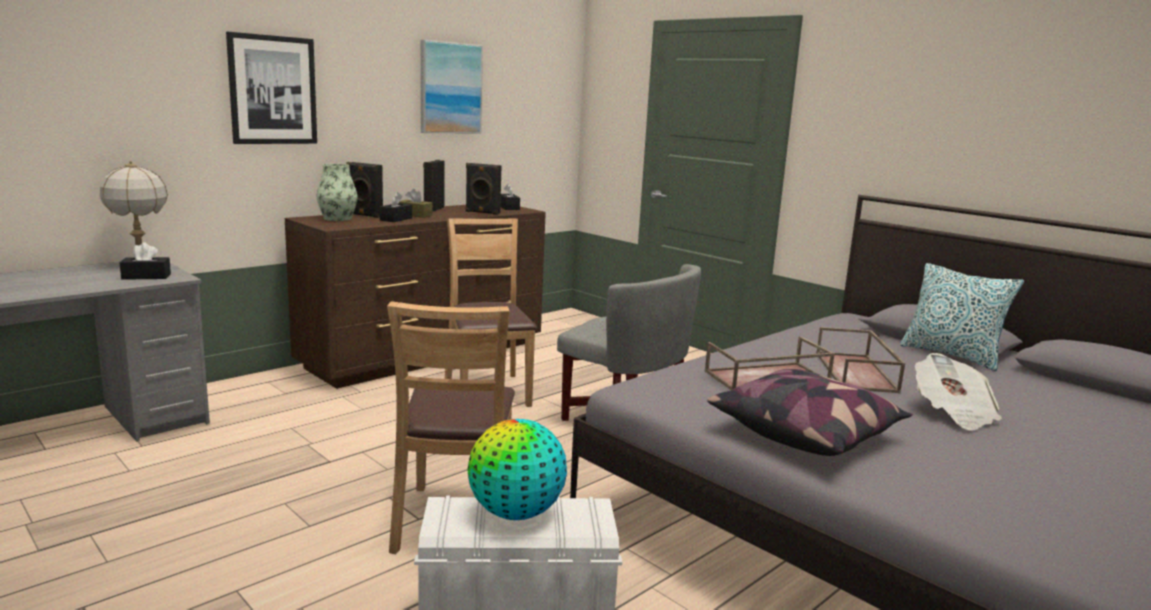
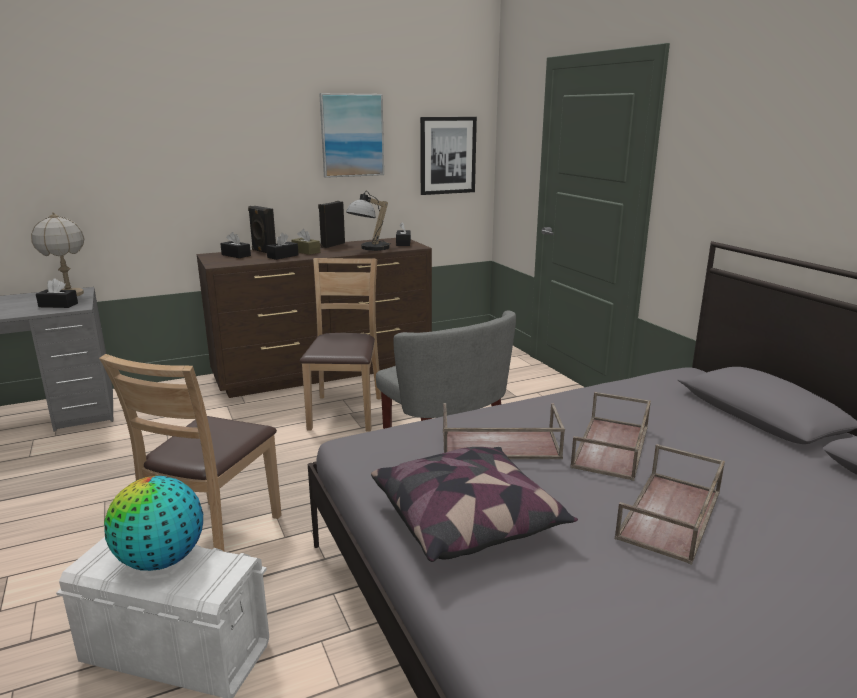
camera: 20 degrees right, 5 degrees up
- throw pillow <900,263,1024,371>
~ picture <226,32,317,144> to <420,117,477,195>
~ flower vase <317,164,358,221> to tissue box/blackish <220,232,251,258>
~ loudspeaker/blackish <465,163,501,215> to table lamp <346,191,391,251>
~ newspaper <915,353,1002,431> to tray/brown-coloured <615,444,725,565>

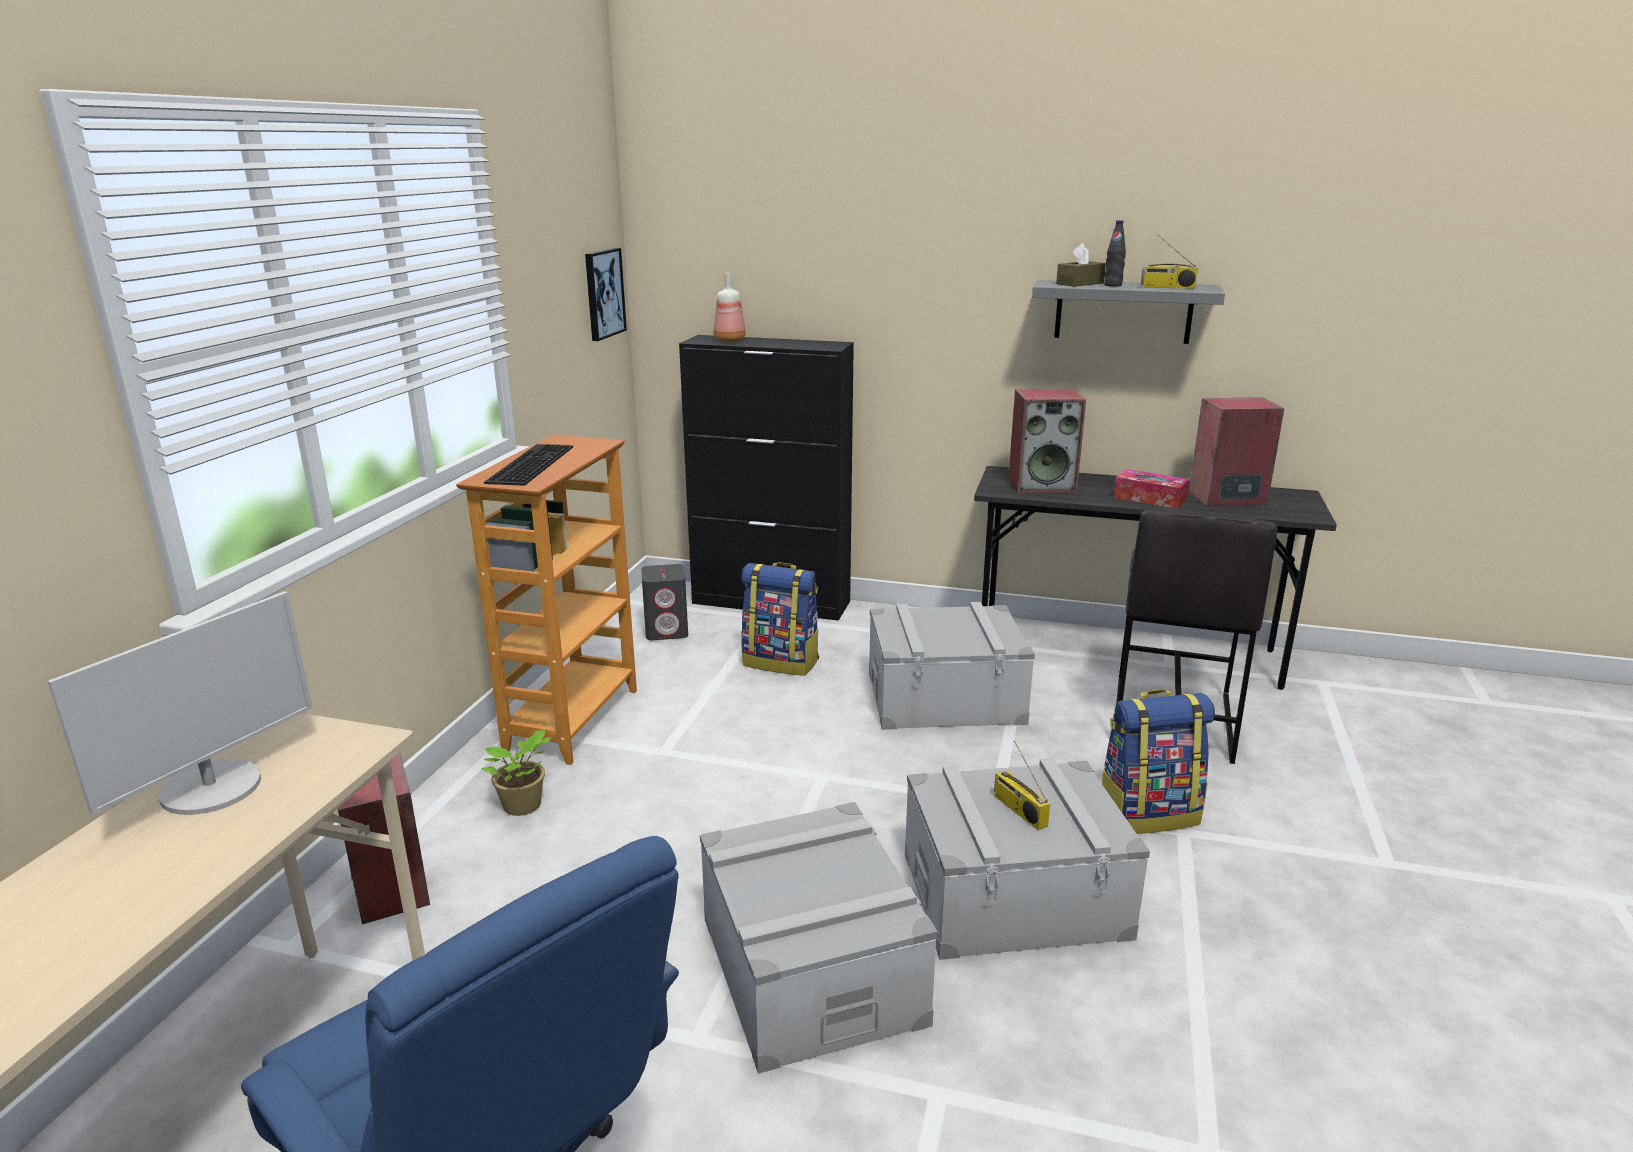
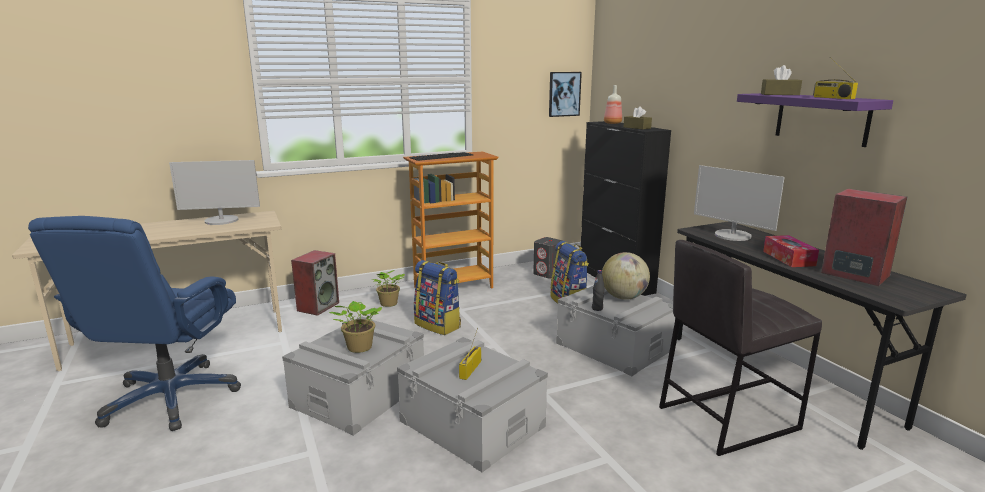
camera: 50 degrees right, 5 degrees down
+ houseplant <329,301,382,353>
+ desk globe <602,252,650,300>
+ tissue box/brown-coloured <624,106,652,129>
~ knapsack <1102,690,1215,834> to <414,260,461,335>
~ drink bottle/blackish <1104,220,1126,287> to <592,270,605,311>
~ loudspeaker <1008,389,1086,494> to monitor <694,165,785,241>
~ wall shelf/greyish <1032,279,1225,344> to wall shelf/purple-coloured <737,93,893,147>

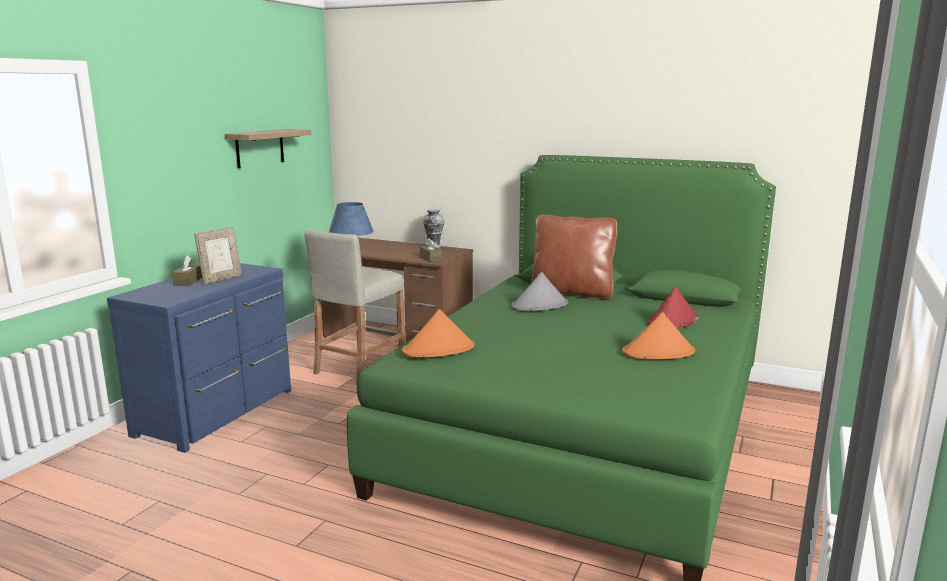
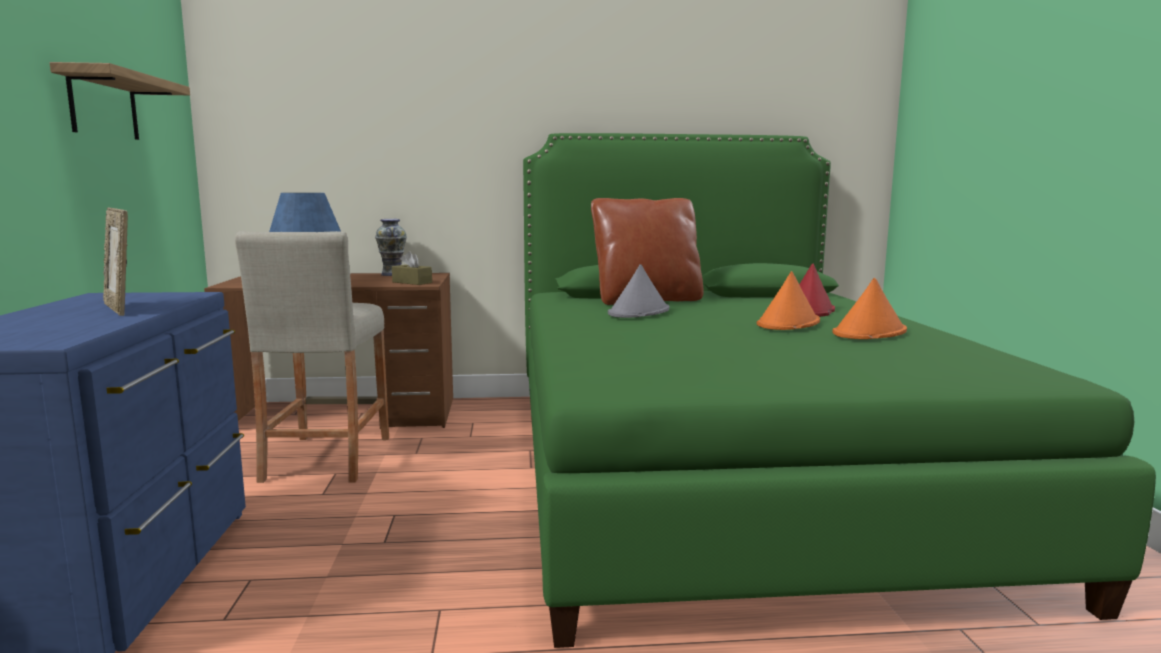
camera: 30 degrees left, 5 degrees down
- tissue box/brown-coloured <172,256,202,286>
~ hat/orange-coloured <402,309,475,357> to <757,271,820,330>
~ standing frame <194,227,242,284> = <103,207,128,316> 135 degrees clockwise

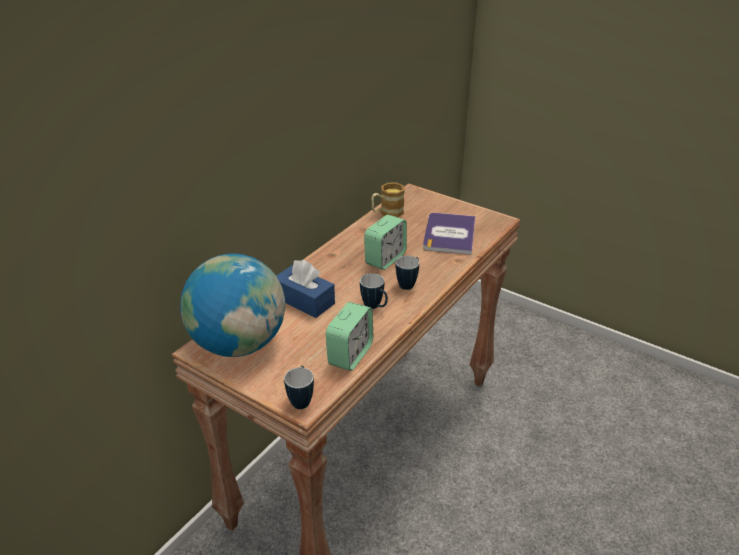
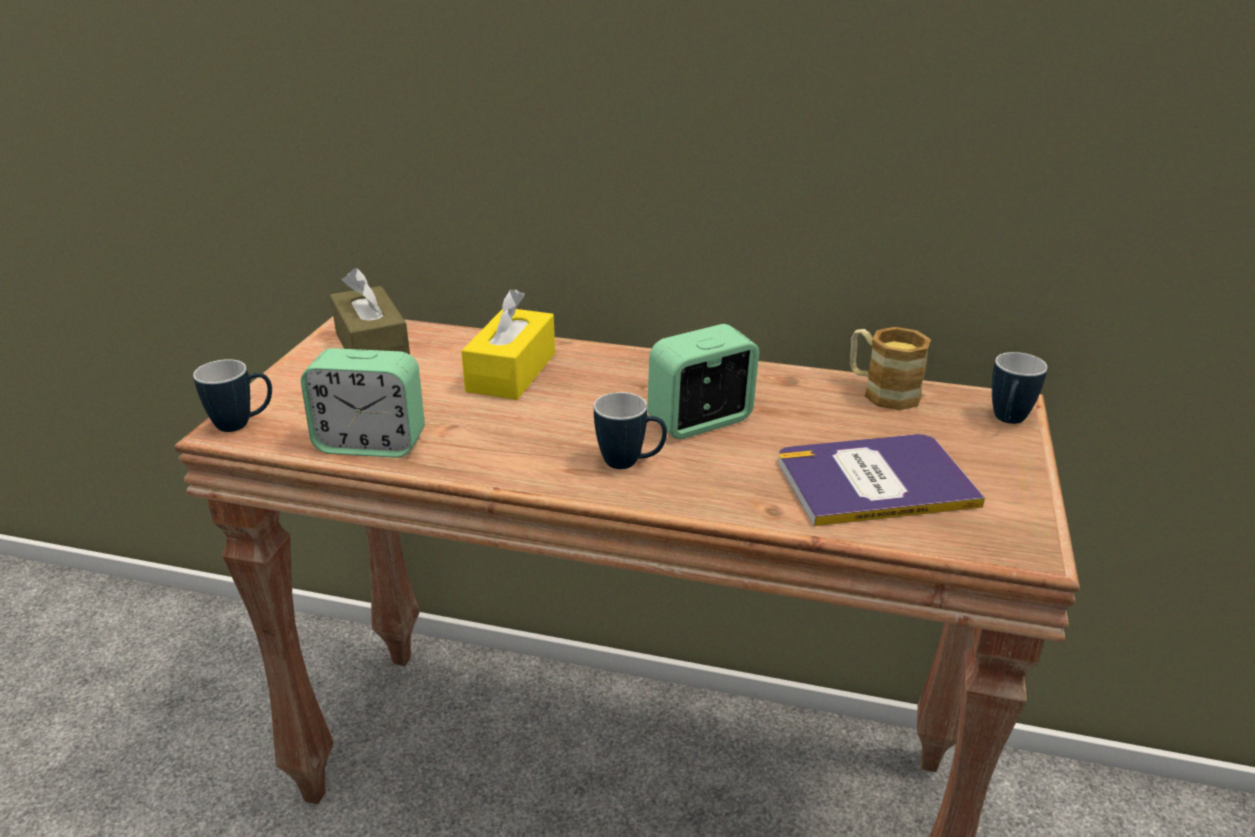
camera: 70 degrees right, 5 degrees down
~ coffee mug <360,273,388,309> to <992,352,1048,424>
~ desk globe <180,254,285,357> to tissue box/brown-coloured <330,268,410,354>
~ tissue box/blue <277,260,335,318> to tissue box/yellow <461,289,555,400>
~ table clock <364,215,407,270> = <647,324,759,439> 135 degrees clockwise

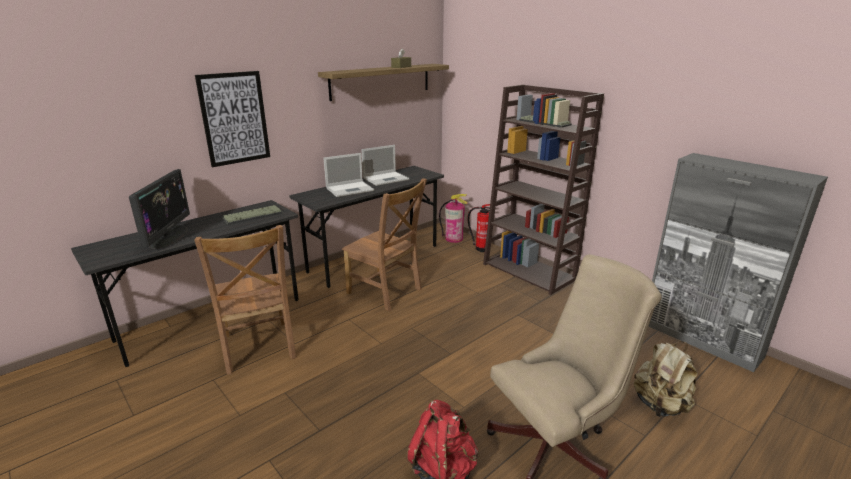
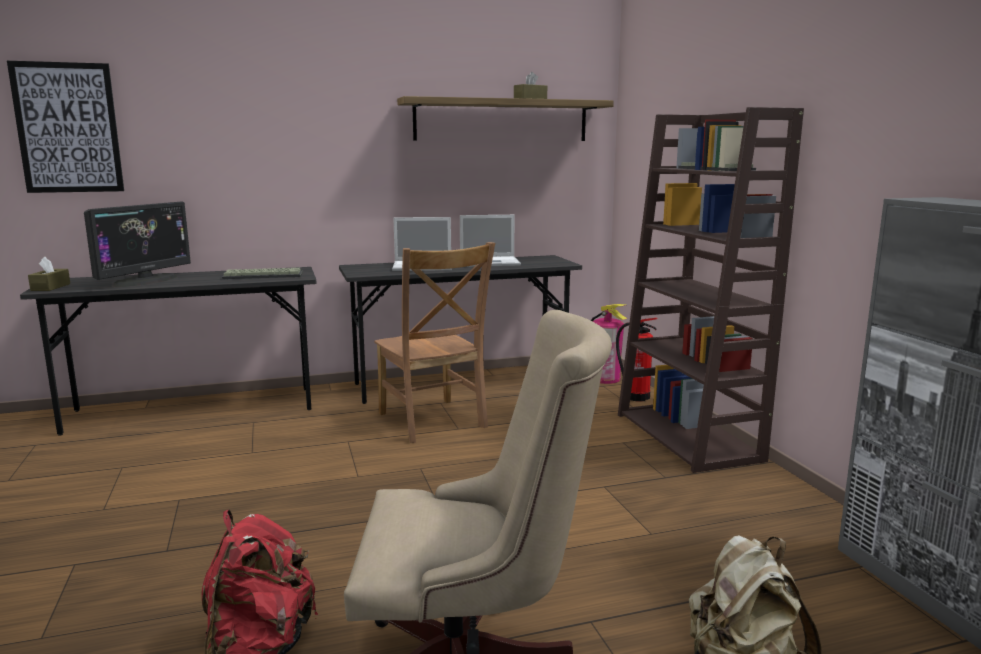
camera: 25 degrees right, 10 degrees down
- plain chair/brown-coloured <194,225,296,375>
+ tissue box/brown-coloured <28,257,70,291>
~ picture <195,71,270,167> to <7,61,124,193>

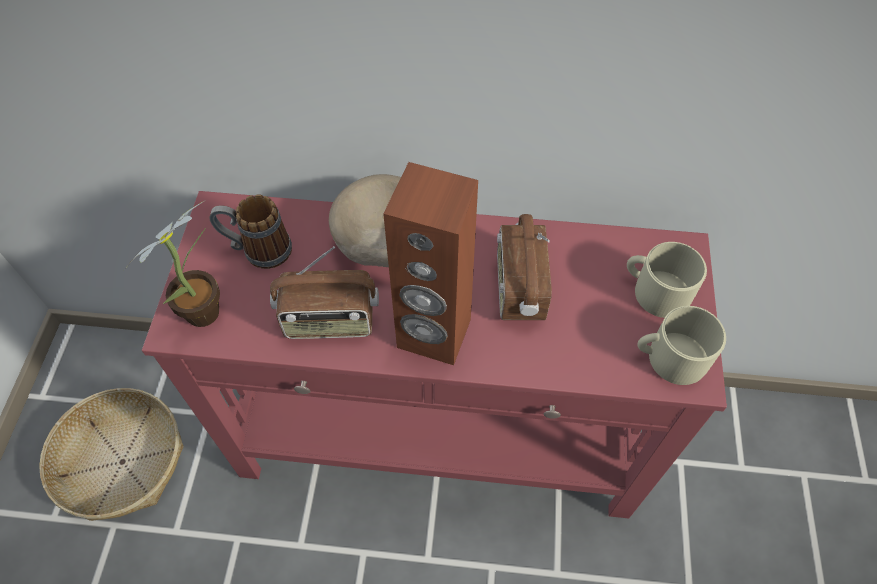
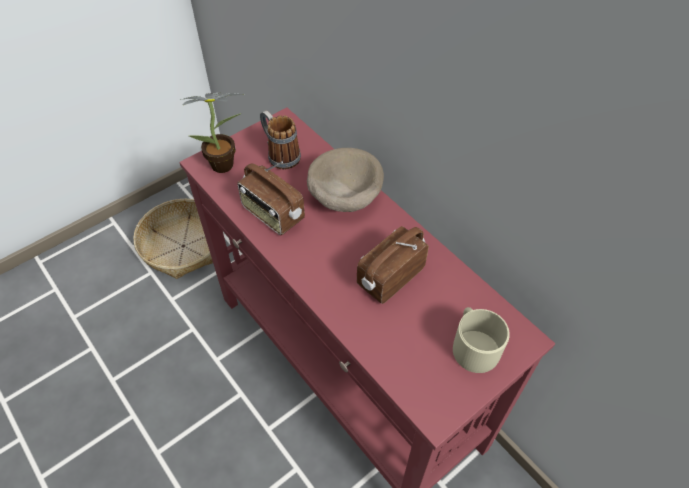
camera: 45 degrees right, 5 degrees down
- loudspeaker/brown-coloured <383,162,478,365>
- coffee mug/beige-coloured <637,306,726,385>

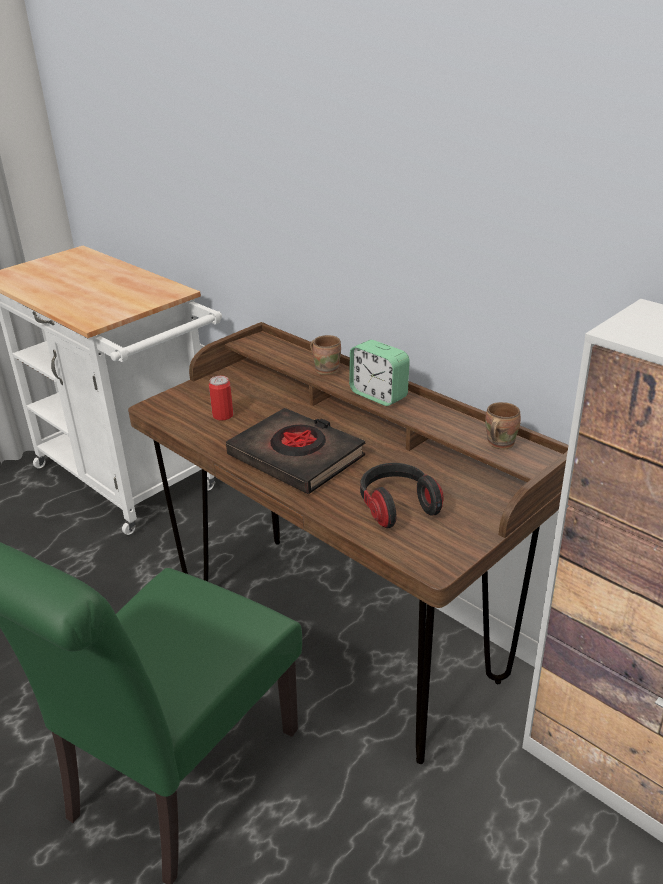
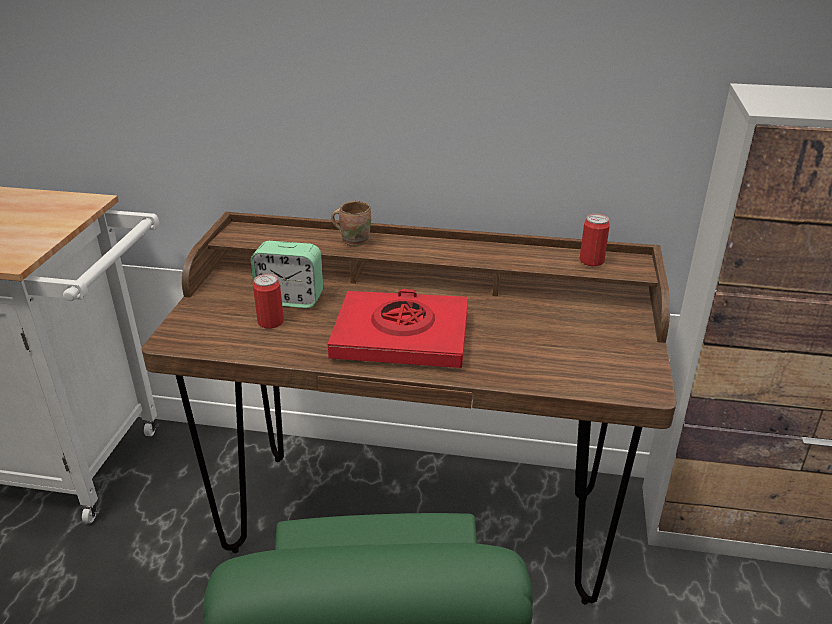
camera: 35 degrees left, 0 degrees up
- pair of headphones <360,463,444,528>
~ table clock <349,340,410,406> to <251,241,323,308>
~ coffee mug/brown-coloured <485,402,521,449> to metal can <579,214,610,266>
~ book/blackish <226,408,365,494> to book/red-coloured <328,289,468,368>

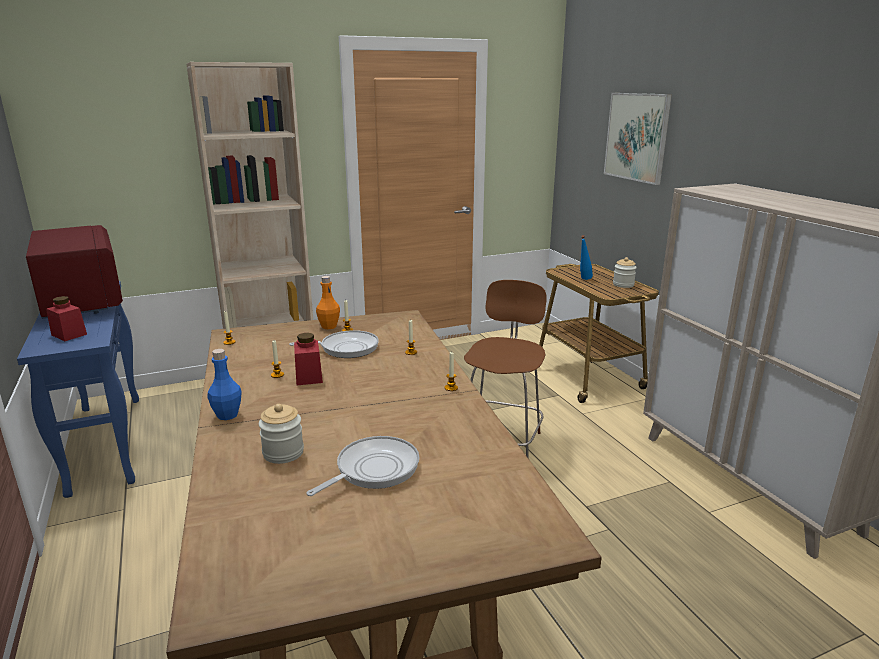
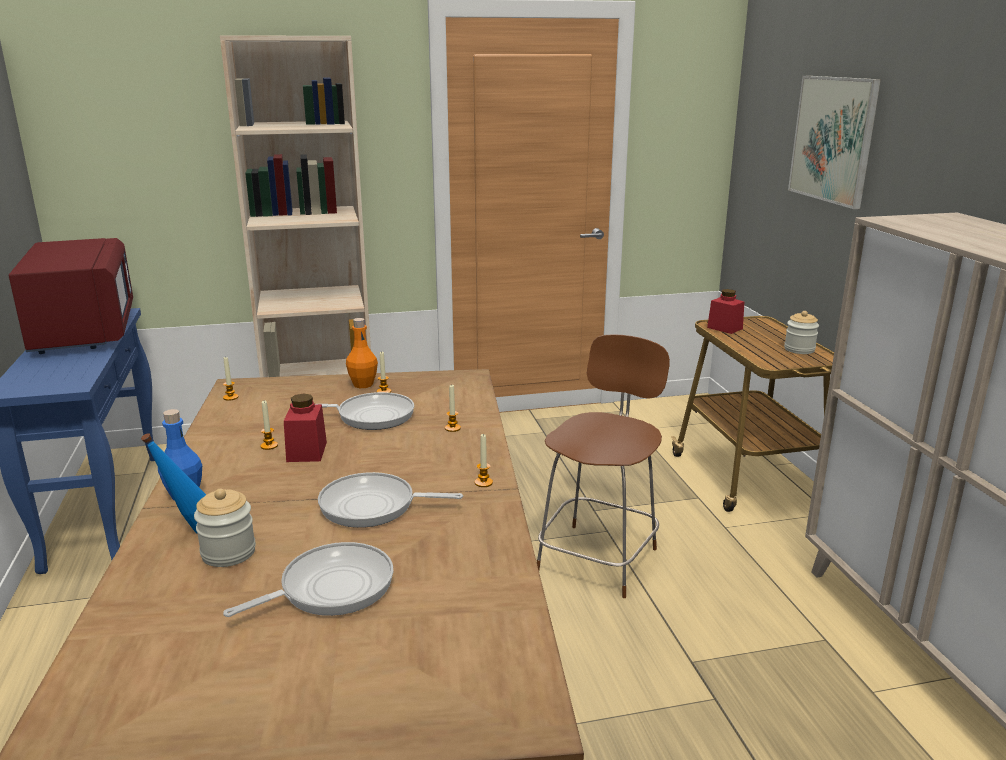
camera: 10 degrees right, 0 degrees up
+ skillet <318,472,463,528>
~ storage jar/red-coloured <46,296,87,341> to <707,289,744,334>
~ drink bottle/blue <580,235,593,280> to <141,433,206,534>

